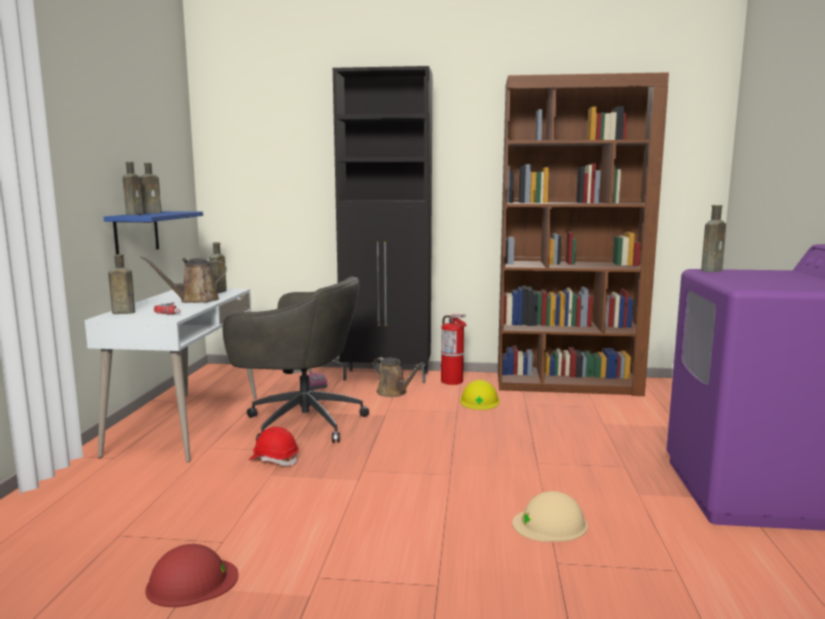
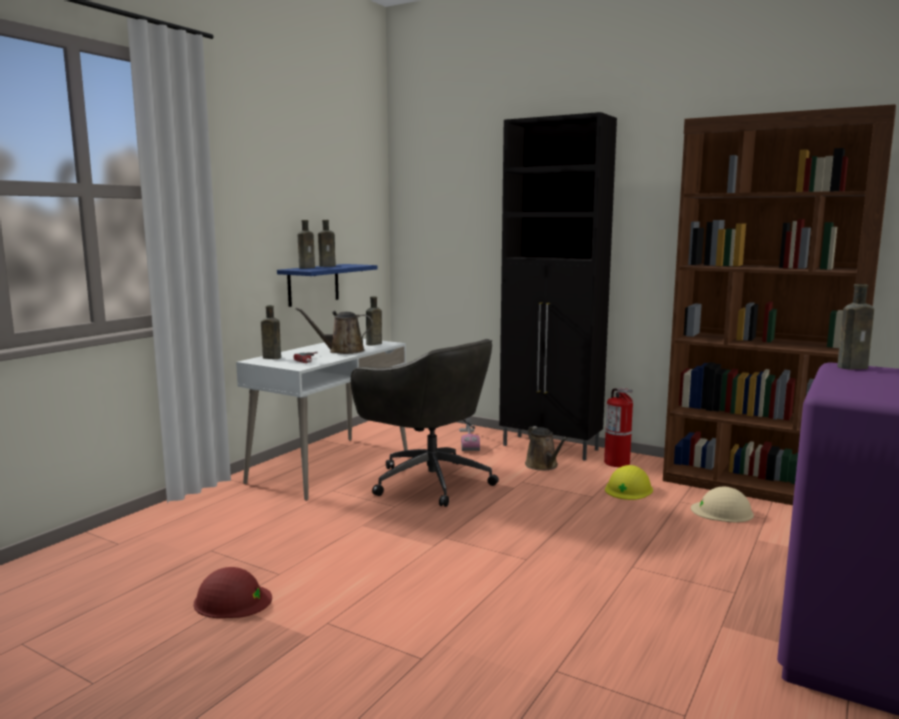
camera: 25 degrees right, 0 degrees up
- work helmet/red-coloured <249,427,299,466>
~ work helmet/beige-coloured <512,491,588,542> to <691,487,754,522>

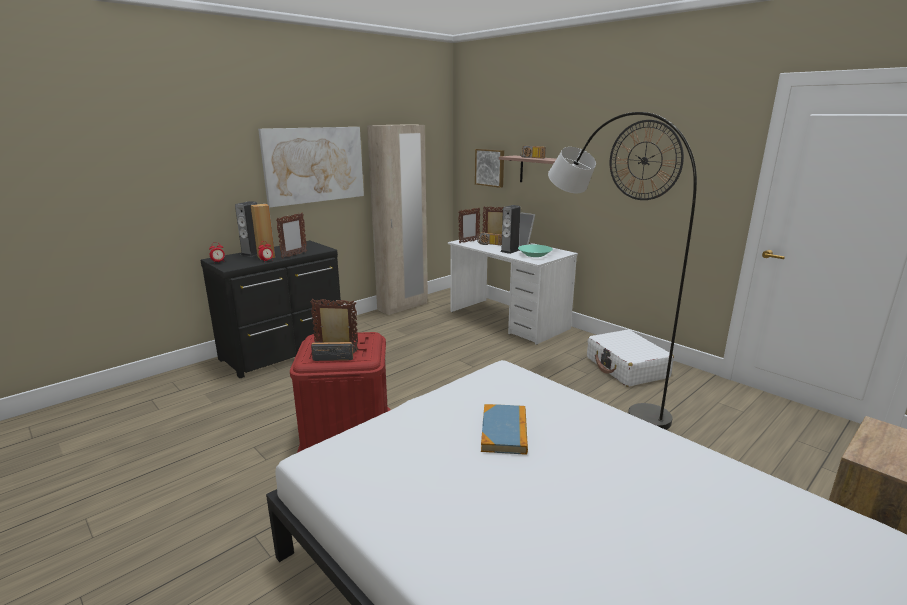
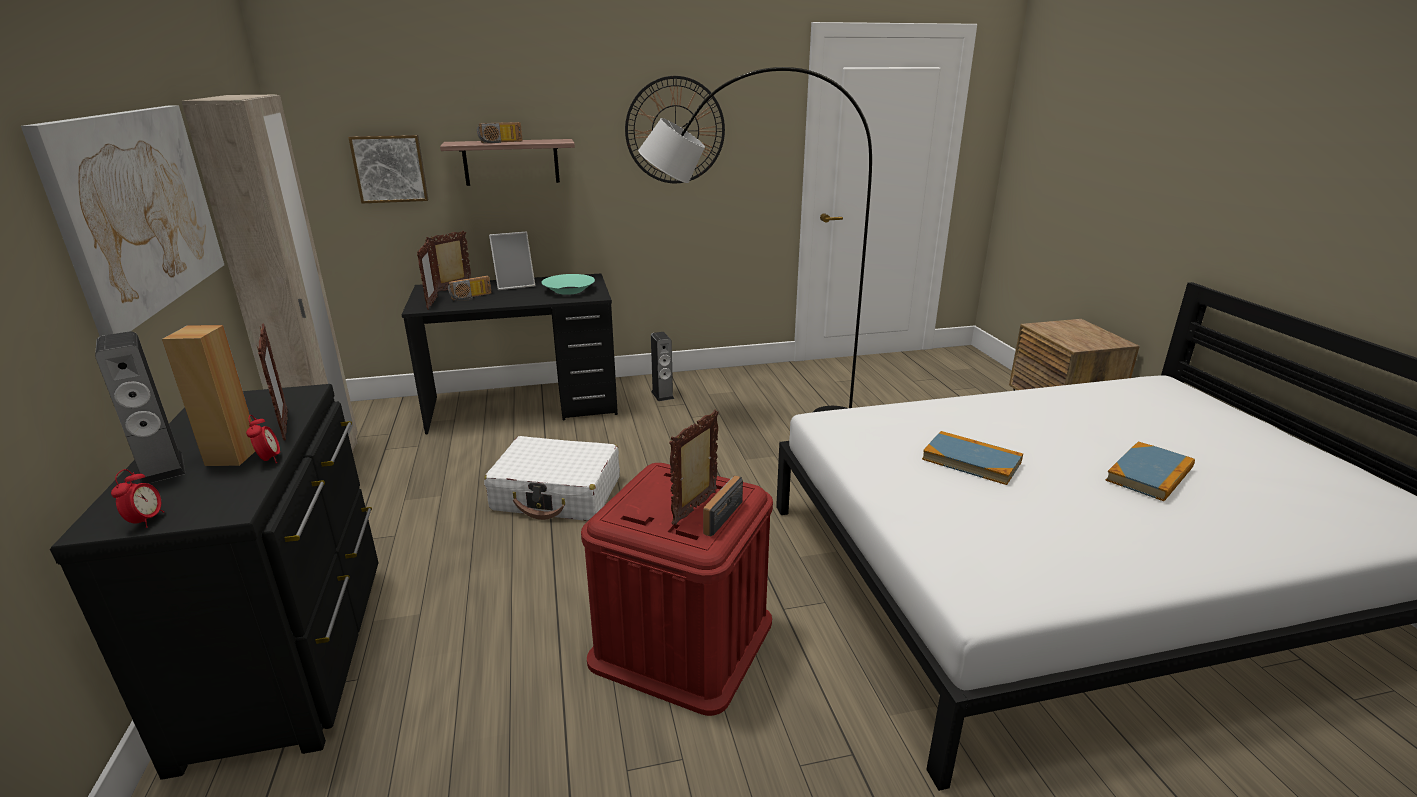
camera: 60 degrees left, 5 degrees up
+ book <1105,442,1195,501>
~ loudspeaker <500,205,521,254> to <651,332,674,401>
~ suitcase/white-coloured <587,329,674,387> to <484,436,620,521>
~ desk/white-coloured <448,238,578,345> to desk/blackish <402,274,618,434>

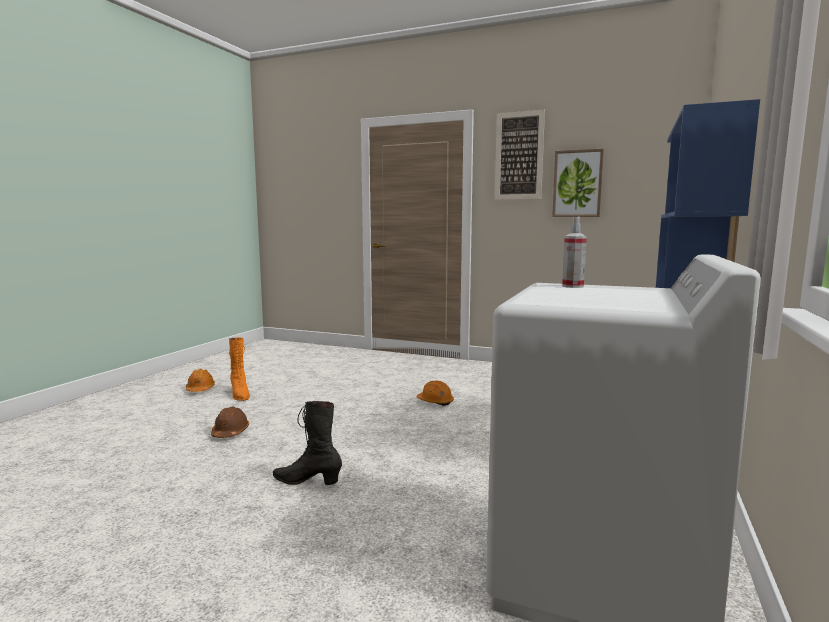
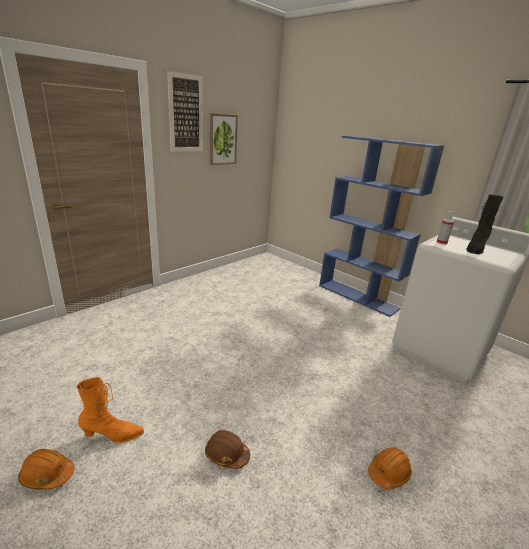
camera: 70 degrees left, 15 degrees up
~ tall boot/blackish <273,401,342,485> to <466,194,504,254>
~ work helmet/orange-coloured <417,381,454,406> to <368,447,412,490>

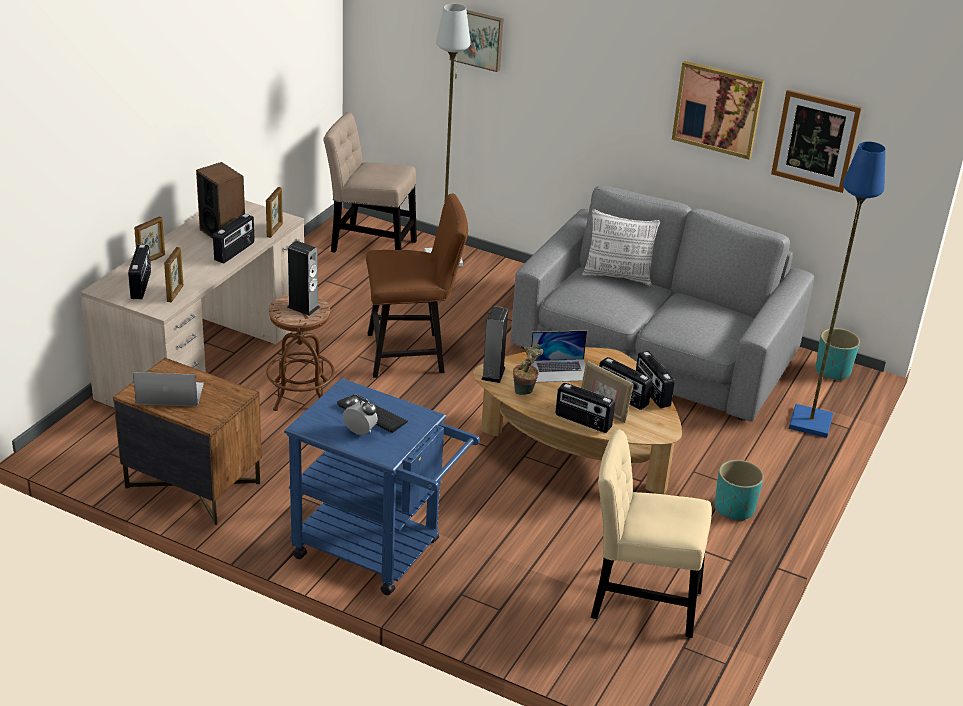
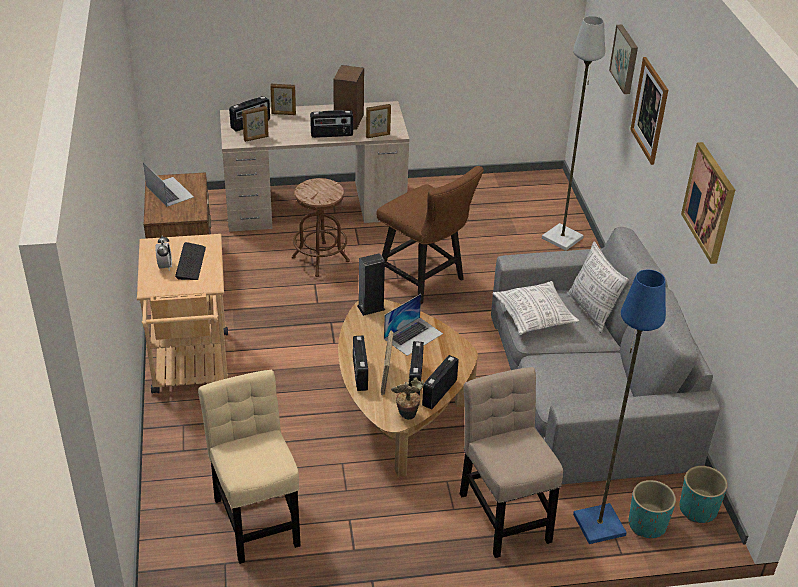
camera: 55 degrees right, 5 degrees up
- loudspeaker <287,241,320,316>
+ throw pillow <492,281,580,335>
~ plain chair/beige-coloured <323,112,417,253> to <460,367,563,558>
~ houseplant <513,343,543,395> to <391,377,424,420>
~ plant pot/turquoise <715,460,764,522> to <629,480,676,538>
~ picture <771,90,862,193> to <630,57,668,165>
~ wheeled cart/blue <284,378,480,595> to wheeled cart/beige-coloured <137,234,228,393>
~ notebook computer <531,330,587,382> = <384,294,443,356> 90 degrees counterclockwise

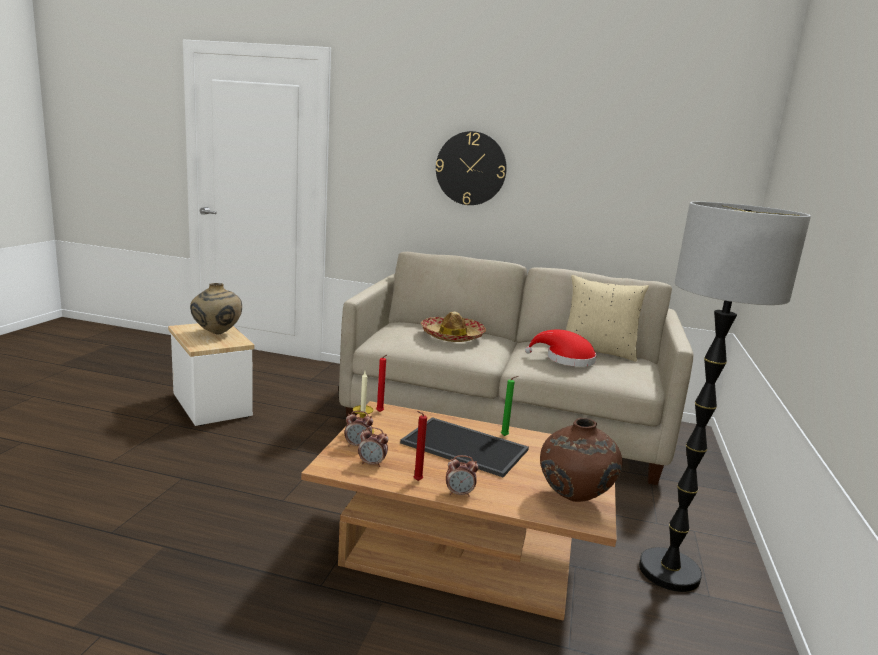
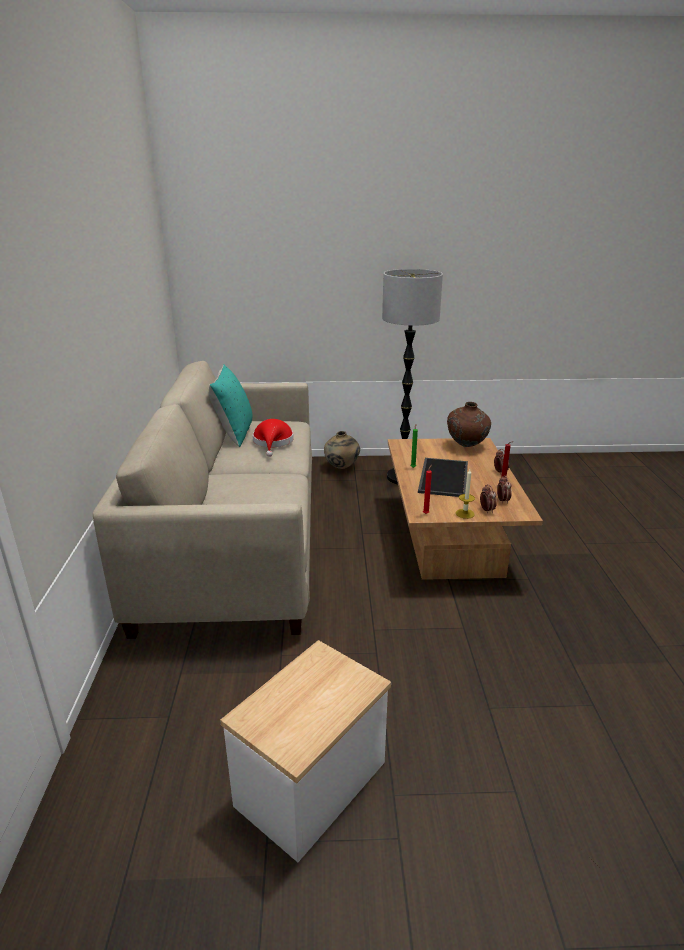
camera: 105 degrees left, 10 degrees up
- hat <421,312,486,342>
- clock on the wall <436,131,507,205>
~ flower vase/beige-coloured <190,283,242,335> to <324,431,360,469>
~ throw pillow/beige-coloured <566,275,649,362> to throw pillow/turquoise <209,364,252,447>

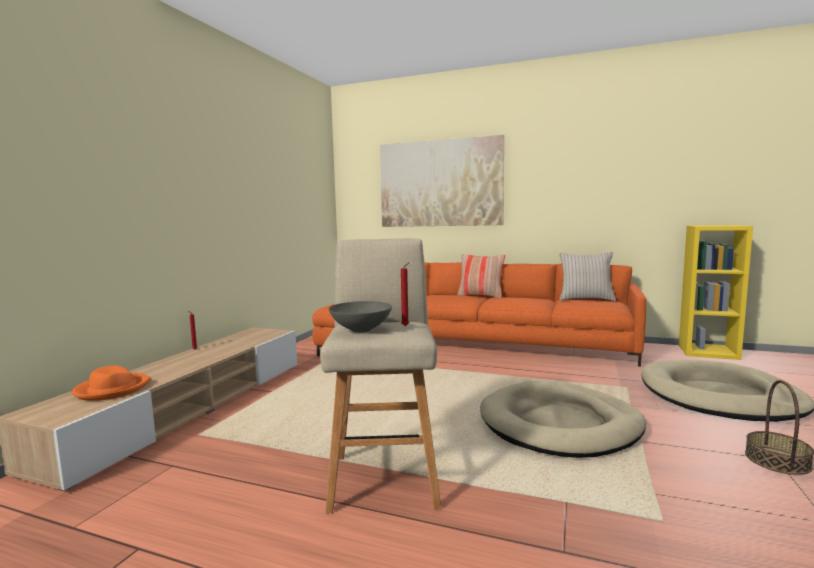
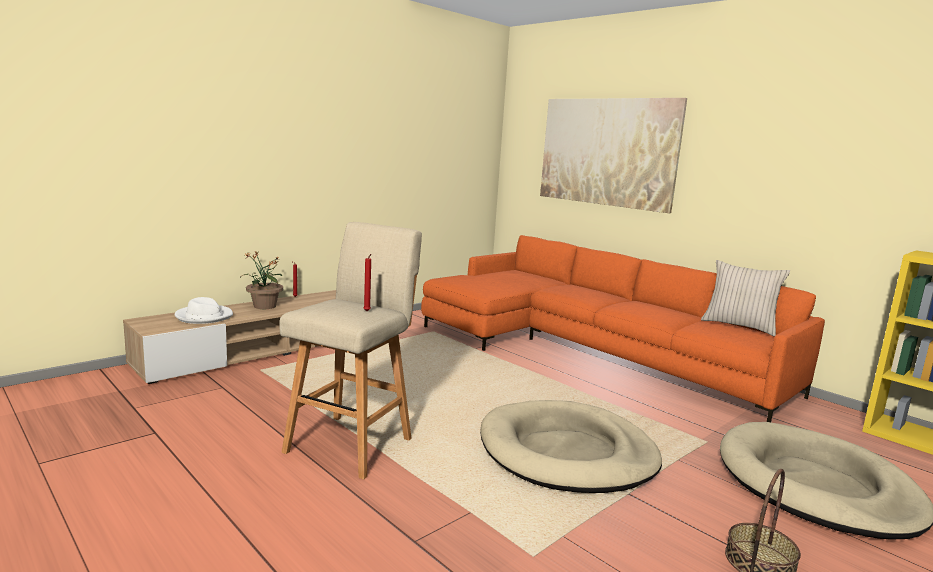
camera: 25 degrees right, 5 degrees up
- deep dish/greyish <329,301,392,333>
- throw pillow <457,254,505,298>
+ houseplant <240,251,283,309>
~ hat/orange-coloured <72,366,151,401> to hat/white-coloured <175,297,233,324>

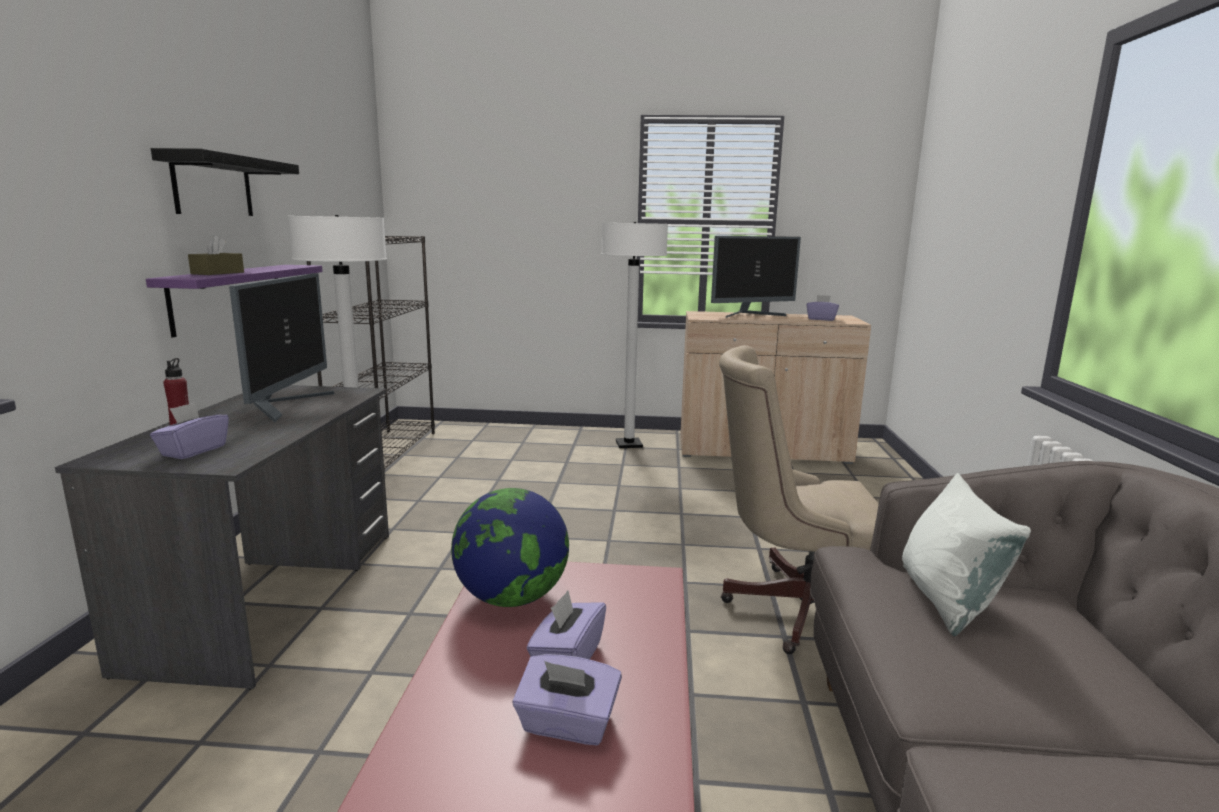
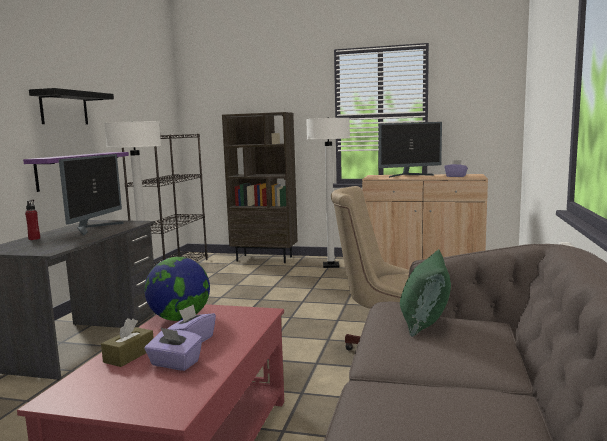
camera: 10 degrees right, 5 degrees down
- tissue box/purple-coloured <150,402,229,459>
+ bookshelf/brown-coloured <222,112,298,263>
~ tissue box/brown-coloured <188,235,244,275> to <101,318,153,367>
~ throw pillow/white-coloured <902,473,1031,636> to throw pillow/greenish <400,249,451,337>

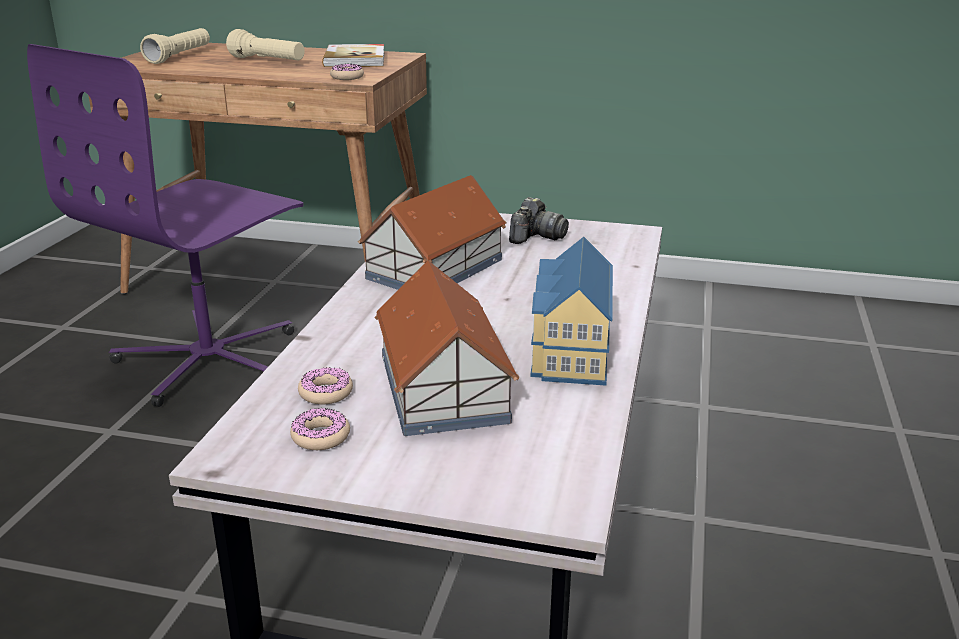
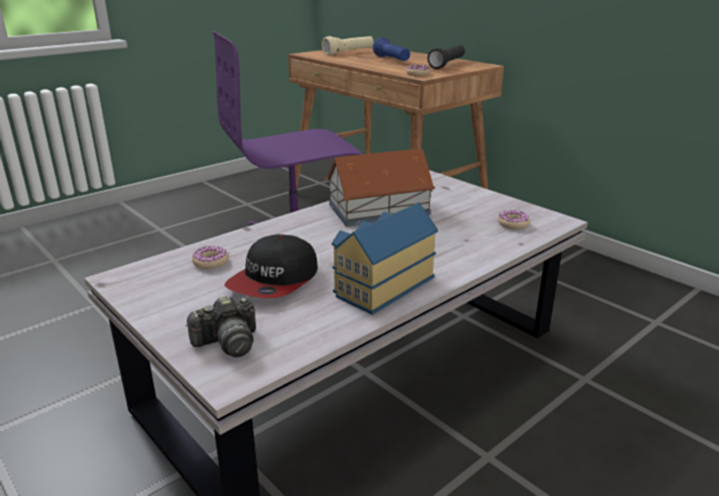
camera: 35 degrees right, 0 degrees up
~ doughnut <290,408,350,450> to <498,210,530,230>
~ photo camera <509,197,569,244> to <185,295,256,357>
~ book <322,44,384,67> to torch/blackish <427,45,465,69>
~ miniature house <375,261,519,436> to baseball cap <224,234,318,298>
~ torch/beige-coloured <226,29,305,60> to torch/blue <373,38,410,61>

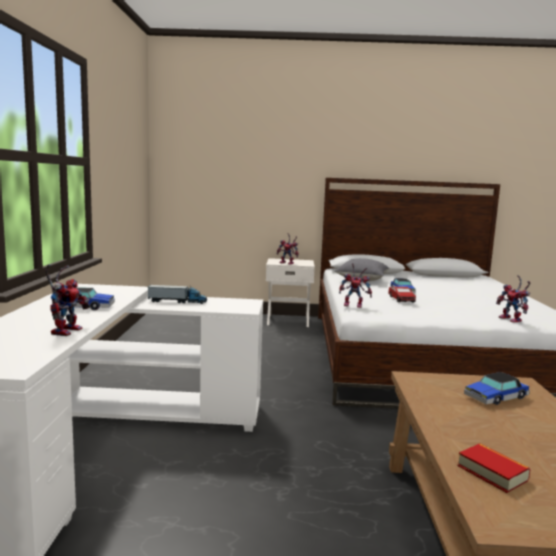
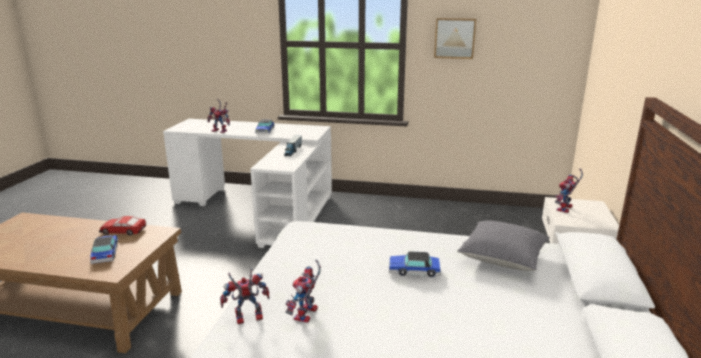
camera: 100 degrees right, 10 degrees up
- book <458,443,530,493>
+ picture <434,18,476,59>
~ model robot <339,263,372,308> to <286,260,321,323>
~ model car <388,287,416,302> to <99,216,146,236>

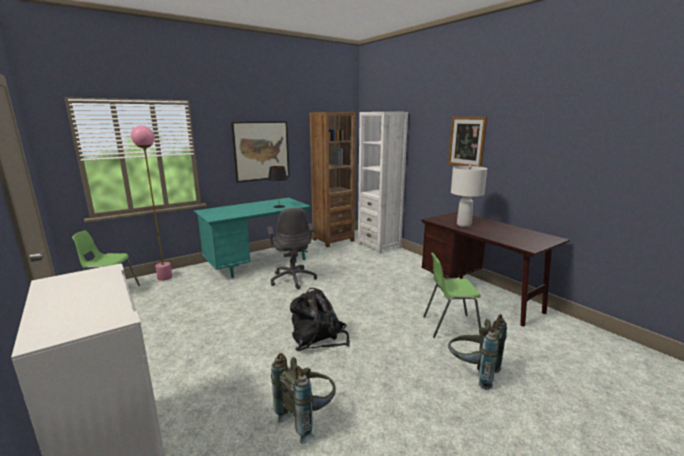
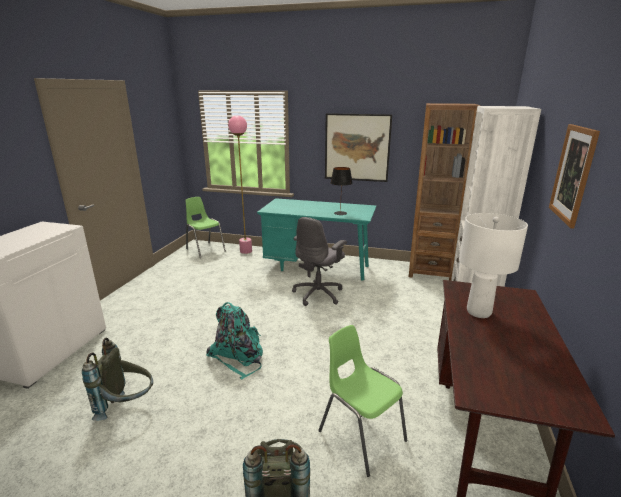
camera: 50 degrees right, 5 degrees up
~ knapsack/blackish <290,288,350,351> to knapsack/turquoise <206,302,263,380>

